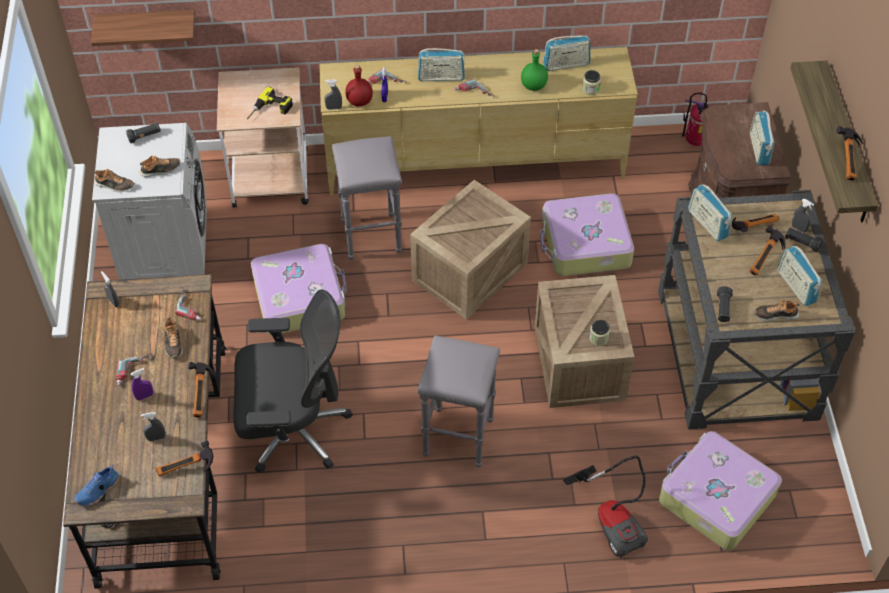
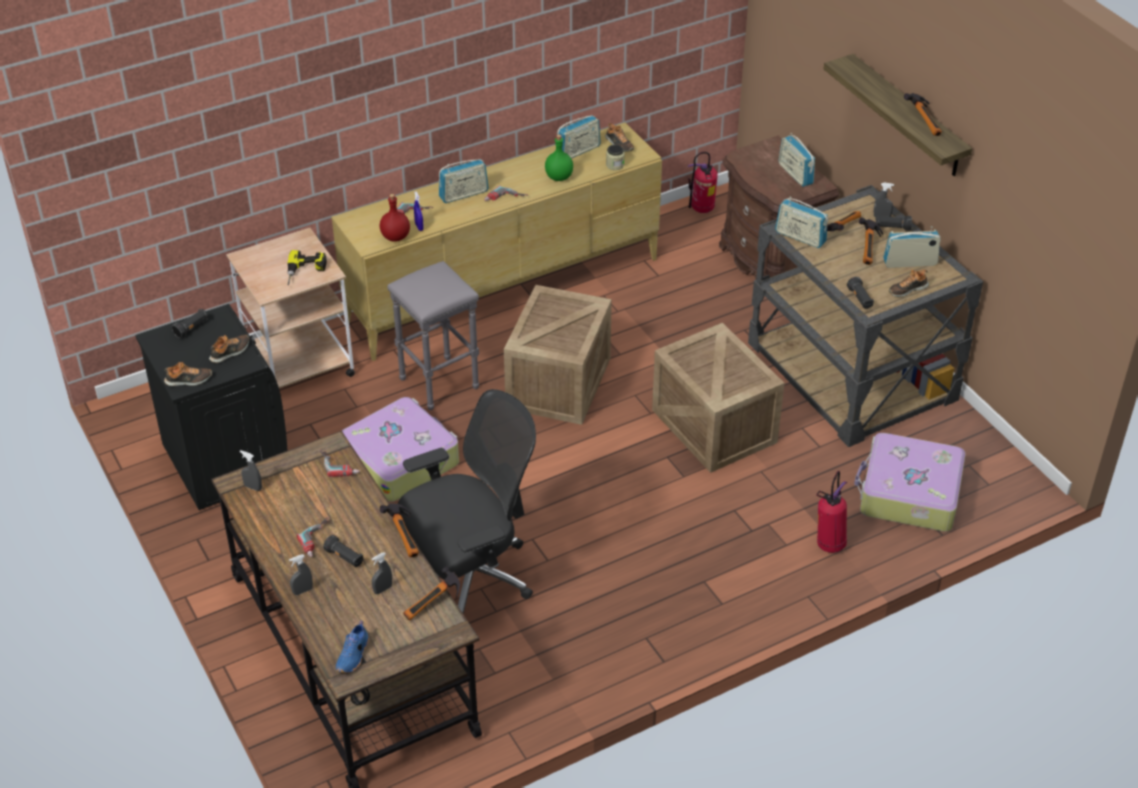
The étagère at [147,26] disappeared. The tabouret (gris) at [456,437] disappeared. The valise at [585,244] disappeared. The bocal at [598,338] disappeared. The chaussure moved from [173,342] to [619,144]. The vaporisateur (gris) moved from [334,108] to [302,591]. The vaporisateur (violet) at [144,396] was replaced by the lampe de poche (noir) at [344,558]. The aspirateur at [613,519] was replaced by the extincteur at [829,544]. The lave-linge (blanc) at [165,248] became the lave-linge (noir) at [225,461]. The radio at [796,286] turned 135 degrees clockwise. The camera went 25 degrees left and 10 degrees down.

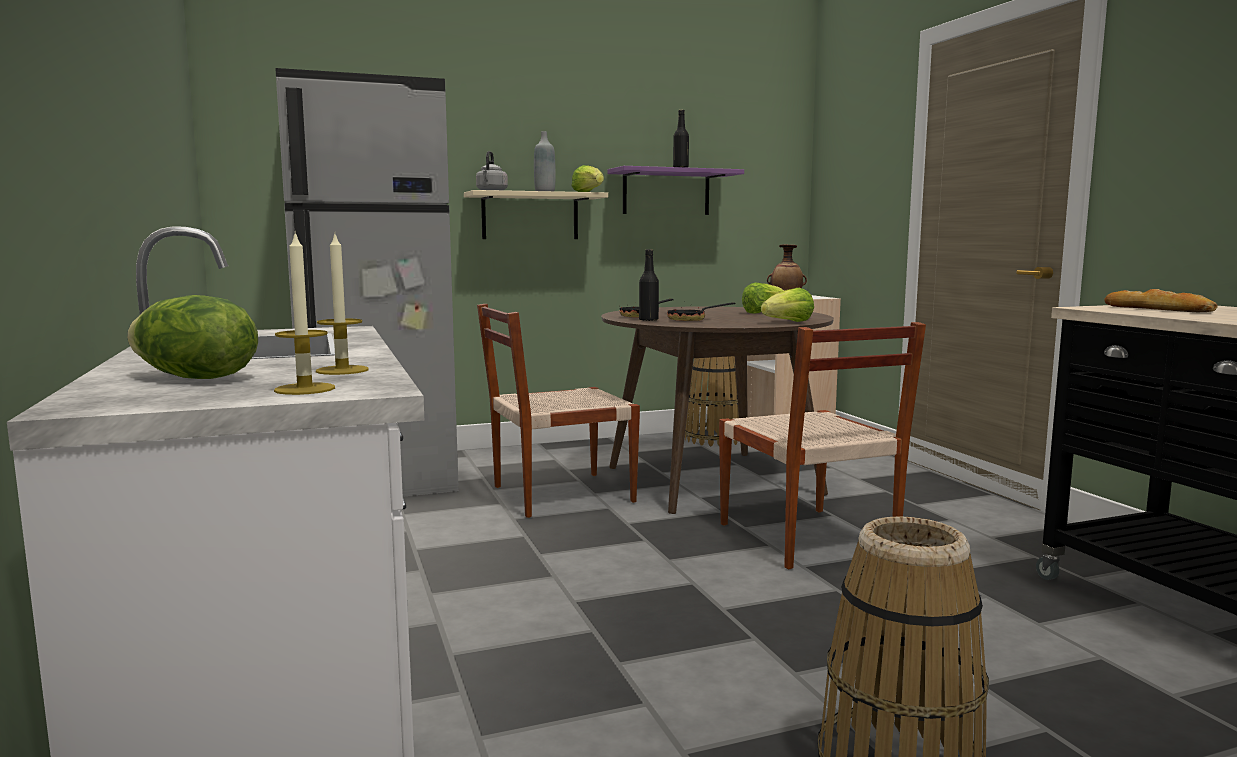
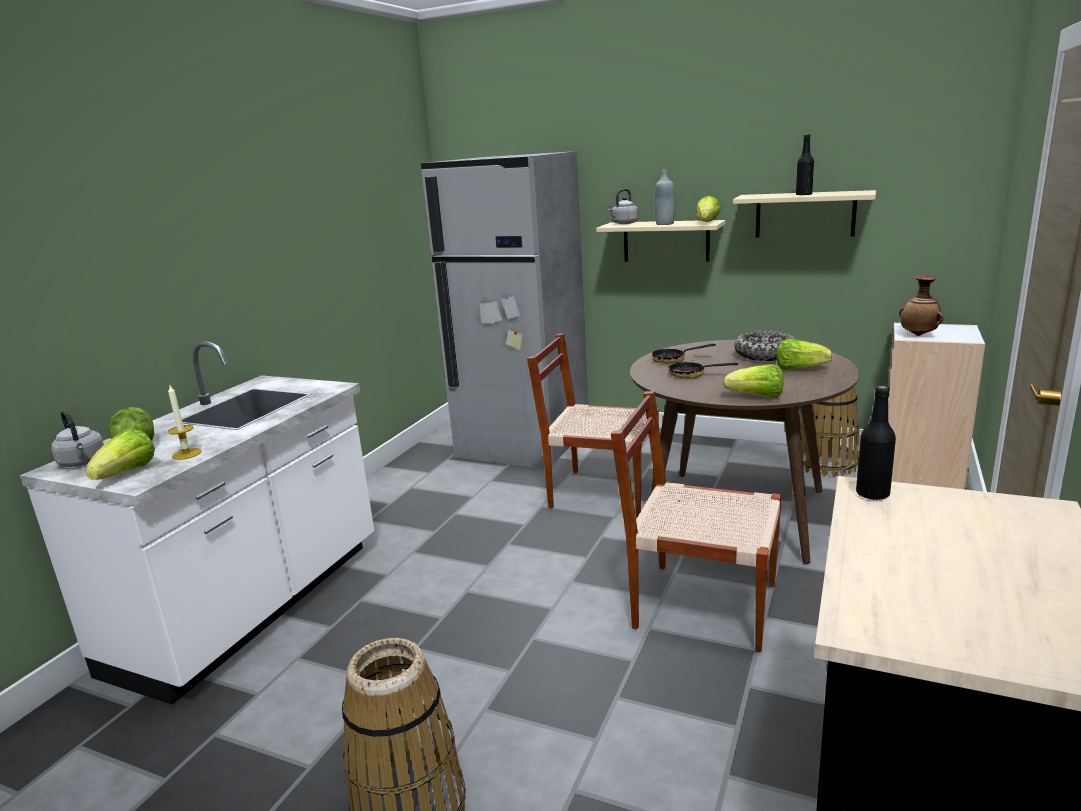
The pain at [1157,309] disappeared. The bouilloire (gris) at [83,463] appeared. The bol at [765,355] appeared. The bouteille (noir) moved from [648,320] to [872,494]. The bougie at [305,389] was replaced by the laitue at [127,473]. The étagère (violet) at [666,192] became the étagère (beige) at [805,214]. The chaise at [808,540] turned 90 degrees clockwise. The camera went 45 degrees right and 10 degrees up.

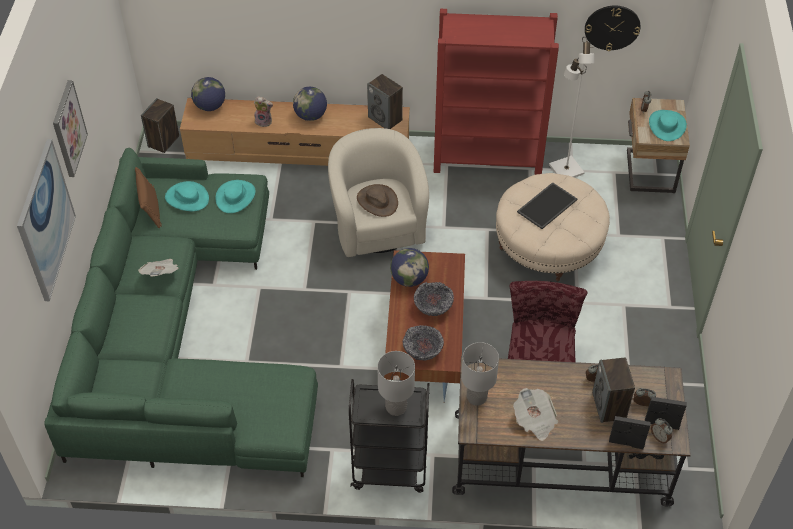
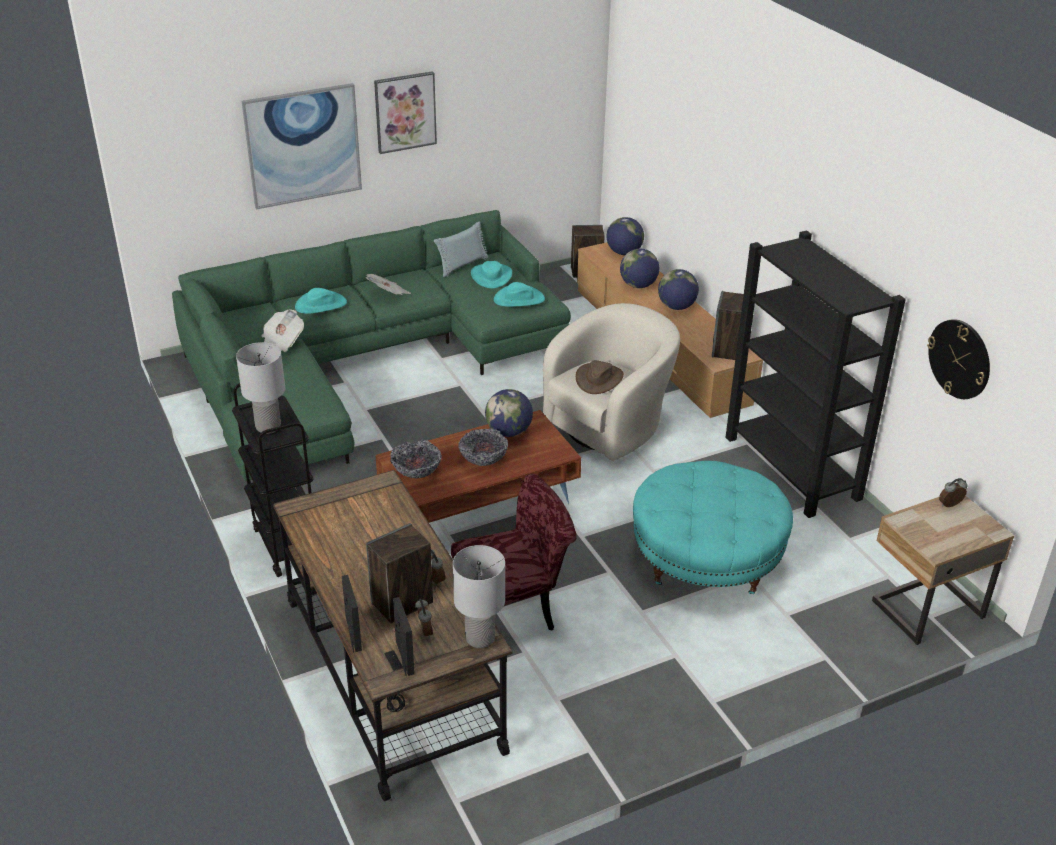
The plateau at [546,205] disappeared. The lampadaire (blanc) at [566,169] disappeared. The réveil at [660,437] disappeared. The lampe de table (gris) moved from [477,398] to [480,640]. The journal moved from [534,420] to [281,342]. The chapeau (turquoise) moved from [667,125] to [321,305]. The peluche at [264,121] was replaced by the globe at [638,285]. The coussin (marron) at [150,209] became the coussin (bleu) at [462,265]. The bibliothèque (rouge) at [487,157] became the bibliothèque (noir) at [792,468]. The pouf (beige) at [548,246] became the pouf (turquoise) at [706,559]. The camera went 60 degrees right and 15 degrees down.

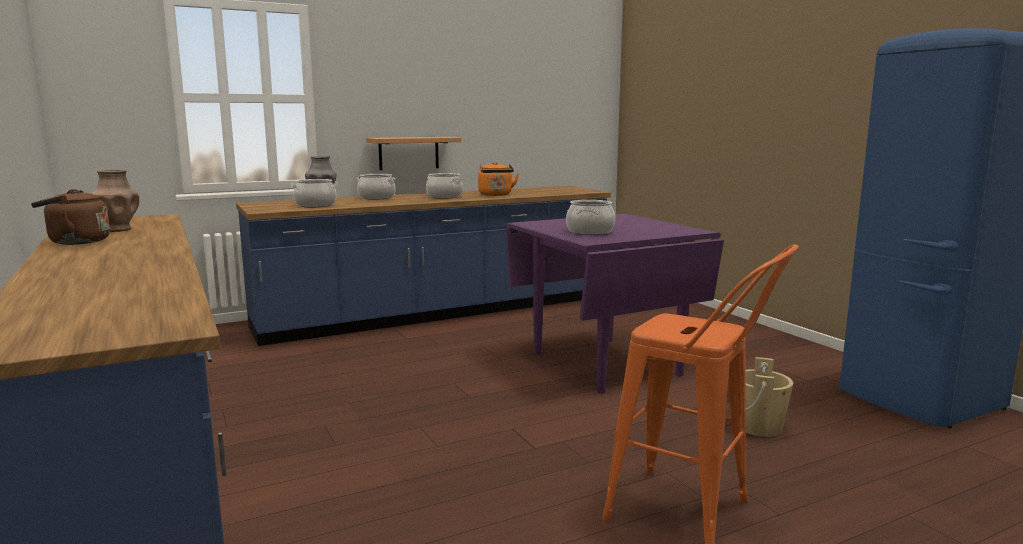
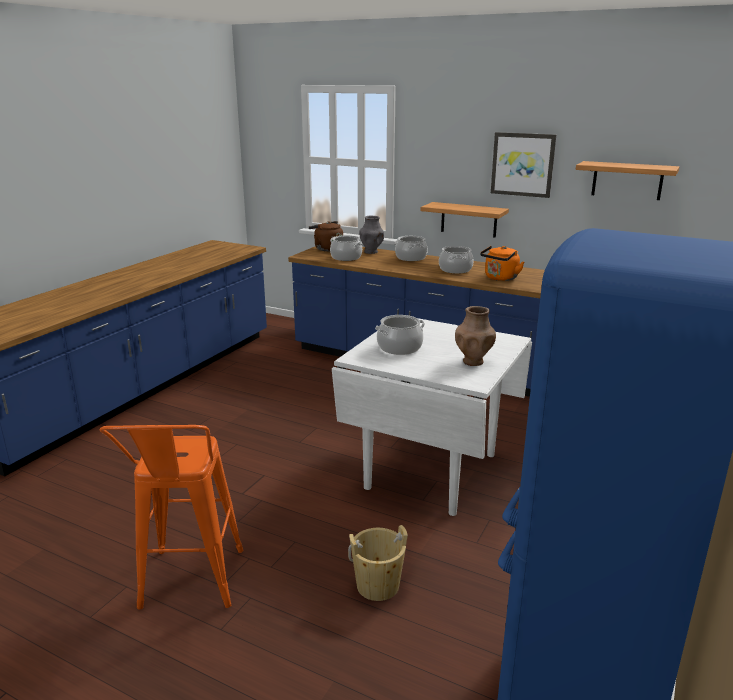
The tableau at [522,164] appeared. The étagère at [627,180] appeared. The bouilloire (marron) moved from [75,242] to [327,249]. The vase (marron) moved from [119,230] to [473,361]. The table à manger (violet) at [604,364] became the table à manger (blanc) at [430,470]. The camera went 55 degrees right and 10 degrees up.

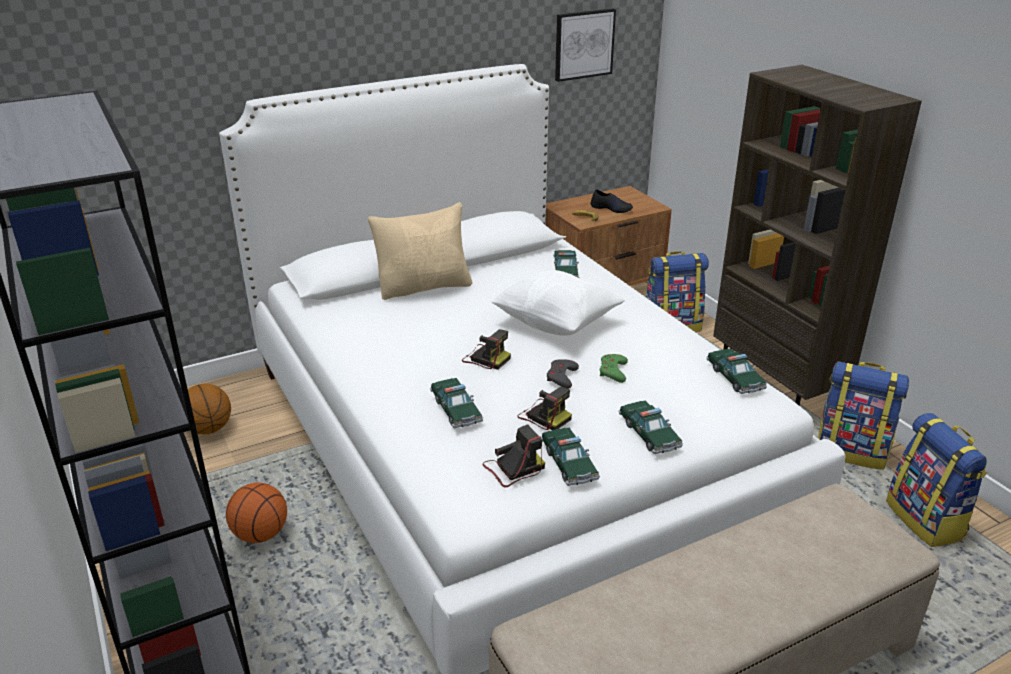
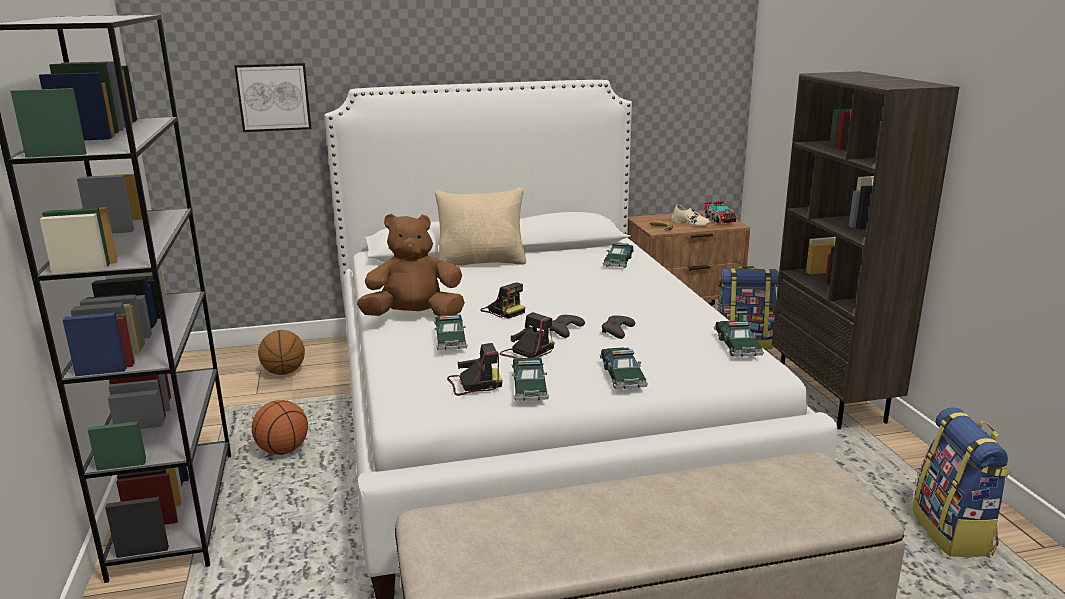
The coussin (blanc) at [556,324] disappeared. The sac à dos at [852,451] disappeared. The peluche (marron) at [414,317] appeared. The camion jouet at [719,220] appeared. The tableau moved from [583,44] to [274,97]. The chaussure (noir) at [611,208] became the chaussure (beige) at [690,223]. The manette (vert) at [613,371] became the manette (gris) at [617,330]. The appareil photo at [544,416] turned 105 degrees counterclockwise. The camera went 15 degrees right and 10 degrees down.

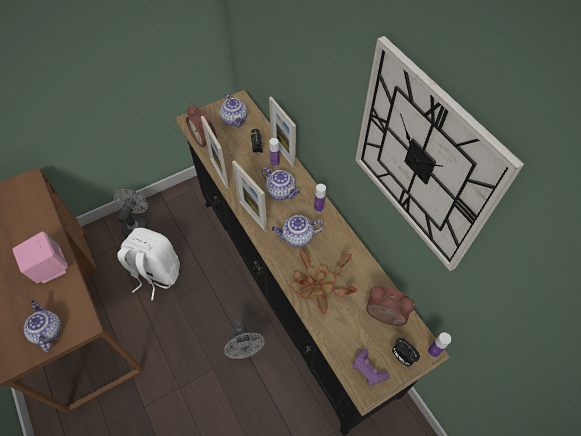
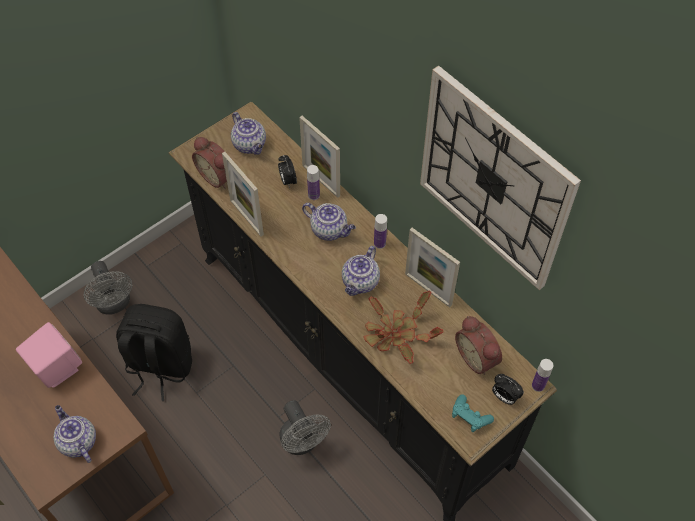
The cadre photo moved from [252,215] to [428,289]. The sac à dos (blanc) at [156,274] became the sac à dos (noir) at [159,366]. The manette (violet) at [368,370] became the manette (turquoise) at [469,417]. The ventilateur (gris) at [136,225] turned 150 degrees clockwise. The théière at [297,237] turned 45 degrees counterclockwise. The réveil at [384,316] turned 135 degrees counterclockwise. The camera went 10 degrees left and 0 degrees up.

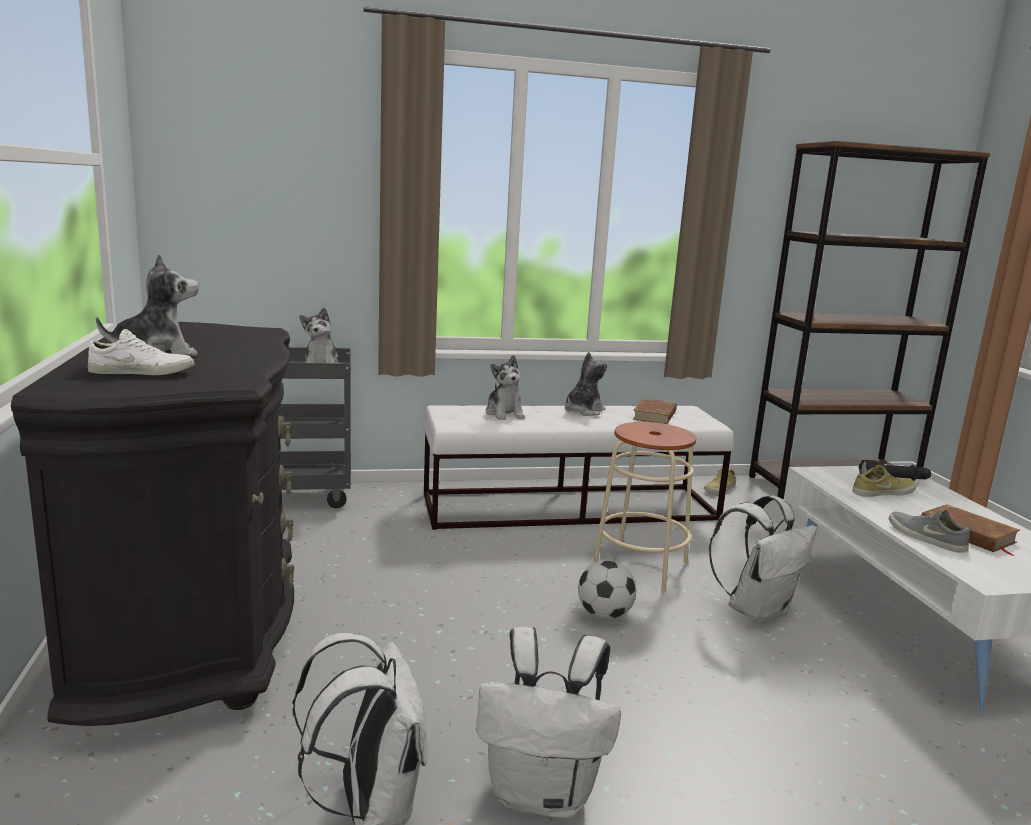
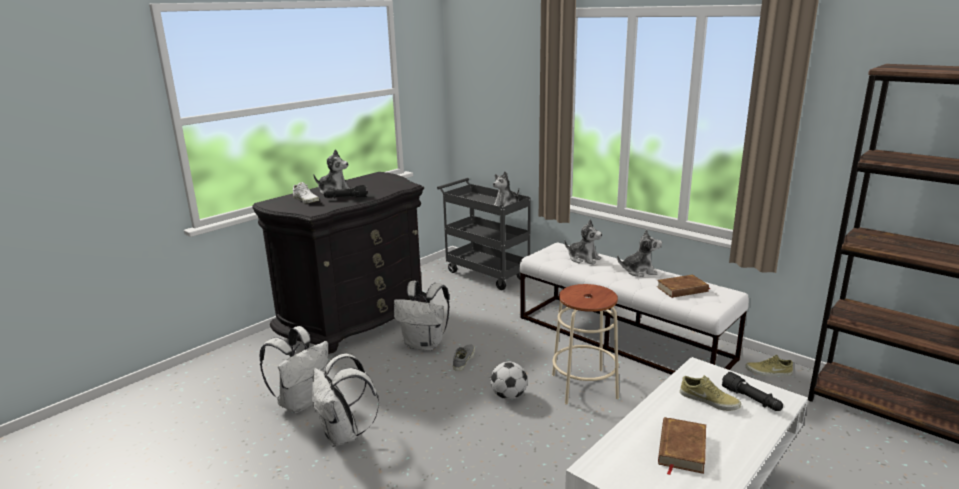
The lampe de poche (noir) at [345,198] appeared. The sac à dos (blanc) moved from [757,610] to [425,344]. The chaussure (gris) moved from [925,537] to [463,360]. The peluche at [504,413] turned 90 degrees counterclockwise. The camera went 55 degrees right and 5 degrees up.

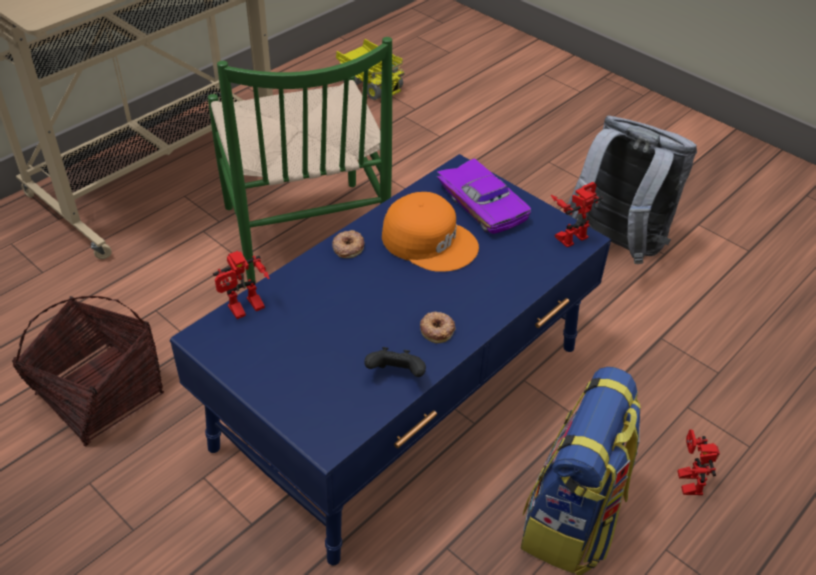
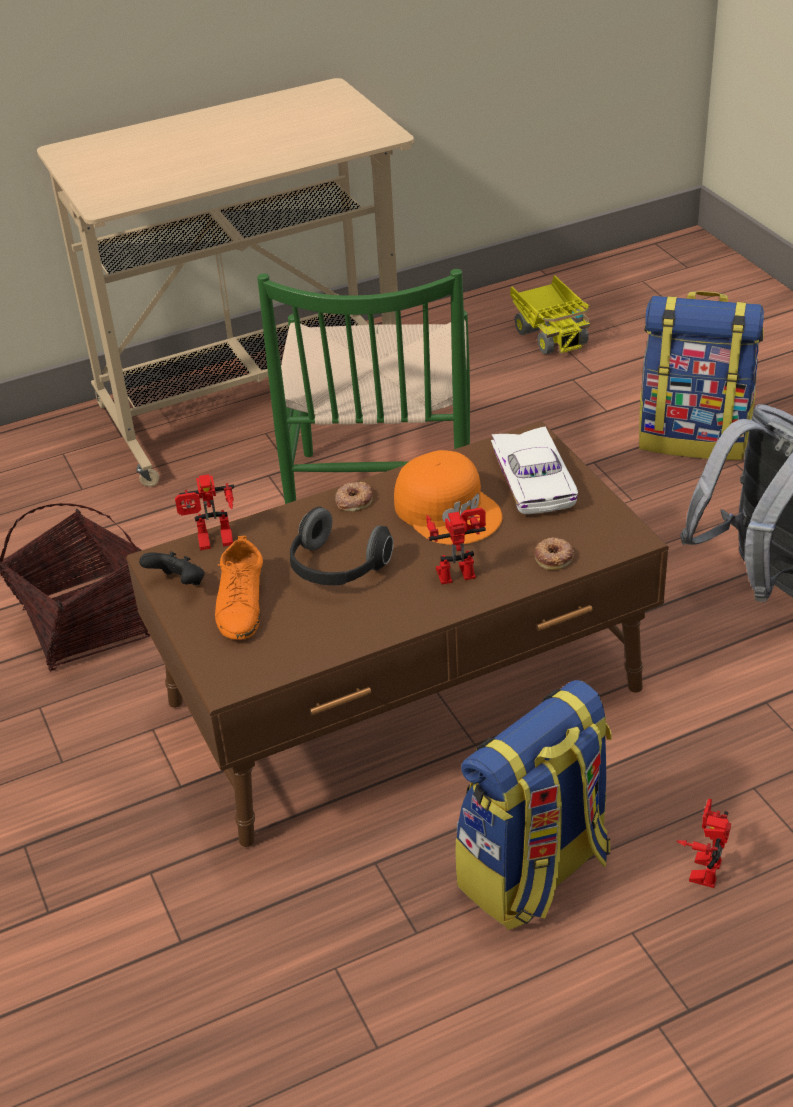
The chaussure (orange) at [241,603] appeared. The casque audio at [336,569] appeared. The sac à dos at [694,438] appeared. The manette (noir) moved from [396,375] to [178,584]. The beignet moved from [437,329] to [554,557]. The robot jouet moved from [570,234] to [457,569]. The table basse (bleu) at [402,395] became the table basse (marron) at [406,696]. The petite voiture (violet) at [484,203] became the petite voiture (blanc) at [537,480]. The camera went 25 degrees right and 5 degrees down.

